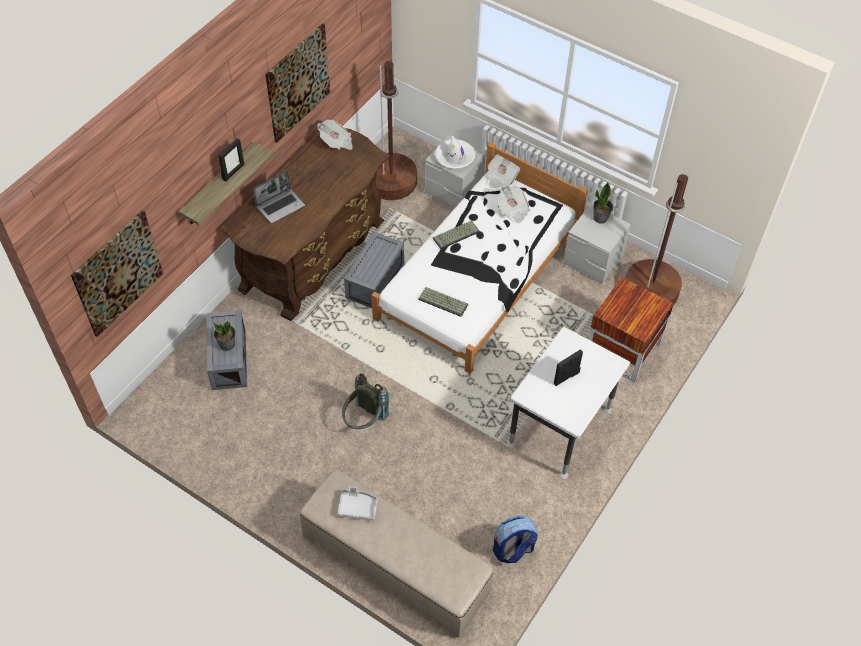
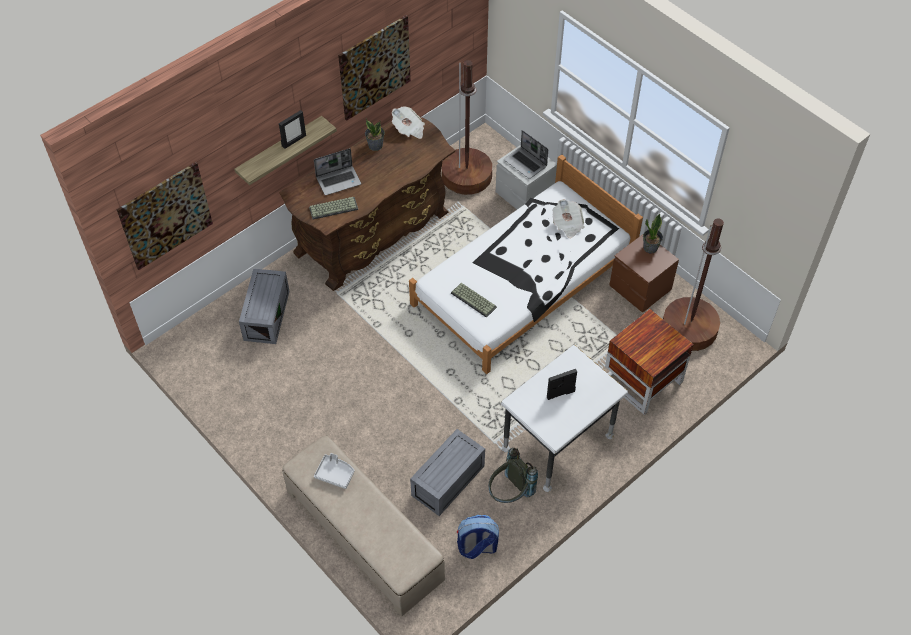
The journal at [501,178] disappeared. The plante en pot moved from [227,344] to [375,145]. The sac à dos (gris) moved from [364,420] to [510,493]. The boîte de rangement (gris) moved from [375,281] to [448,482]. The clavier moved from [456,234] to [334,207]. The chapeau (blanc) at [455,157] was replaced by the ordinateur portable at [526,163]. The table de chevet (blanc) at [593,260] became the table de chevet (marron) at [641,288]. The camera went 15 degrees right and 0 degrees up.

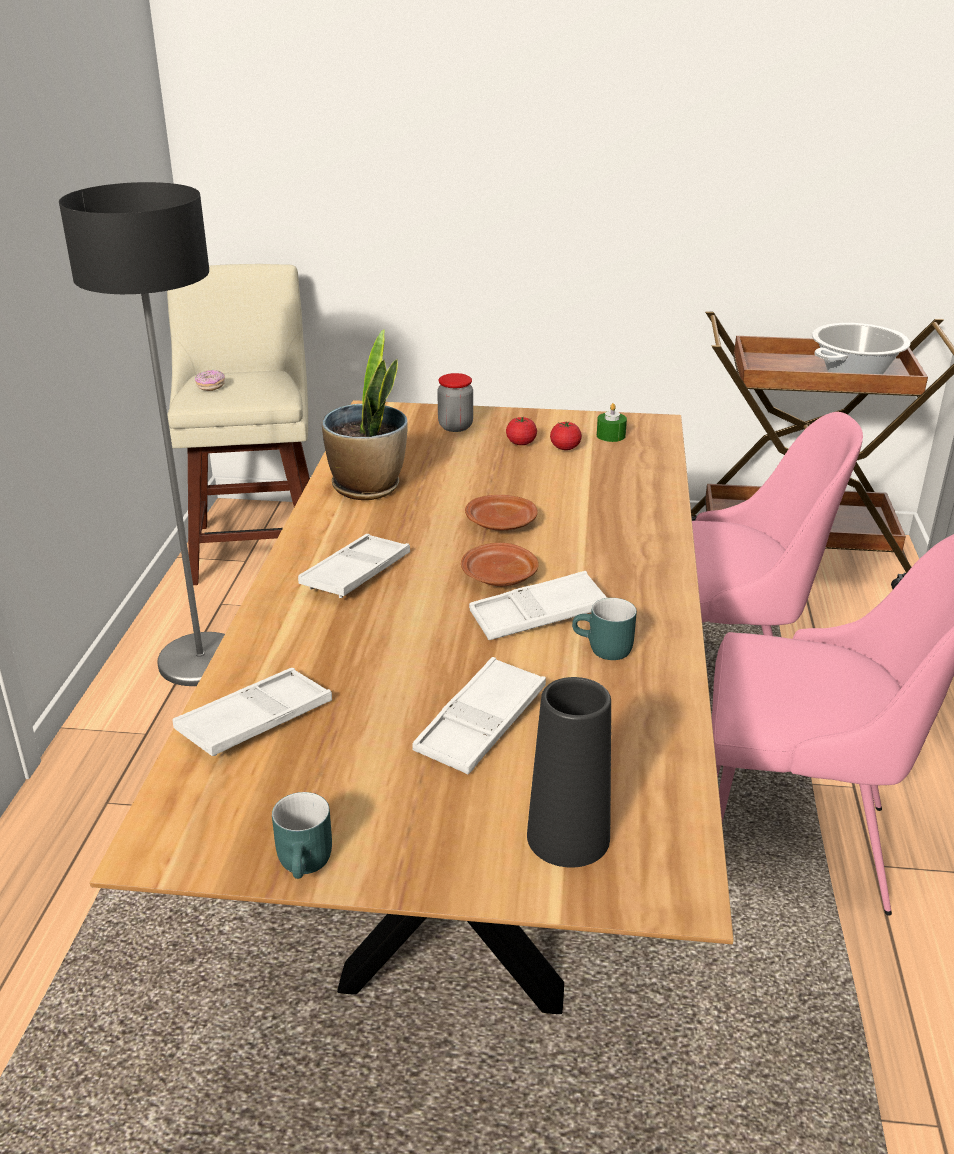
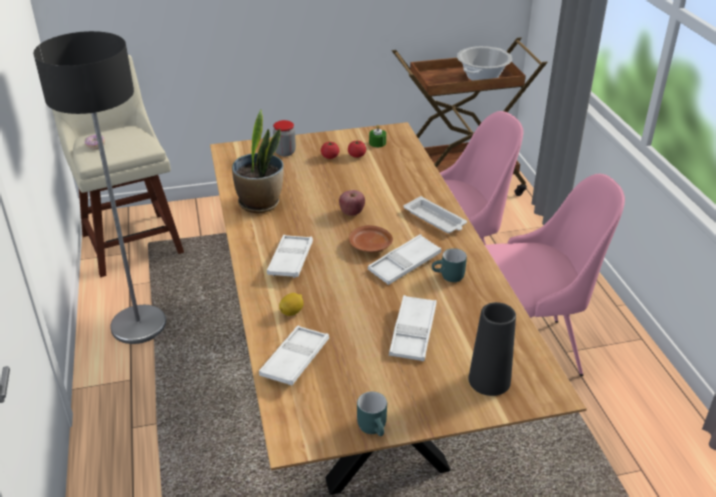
The citron at [292,312] appeared. The plateau (blanc) at [435,219] appeared. The assiette (marron) at [502,524] was replaced by the pomme at [352,212]. The camera went 20 degrees left and 5 degrees up.

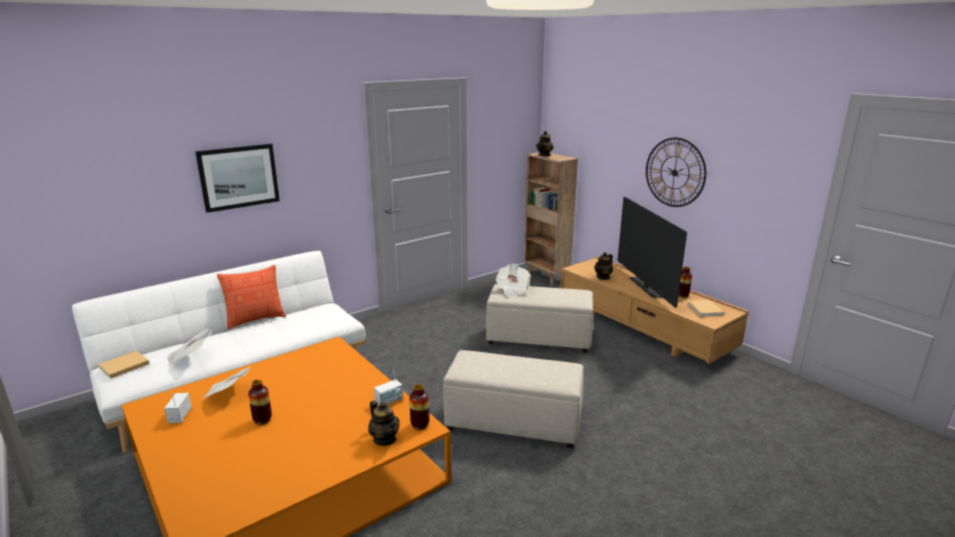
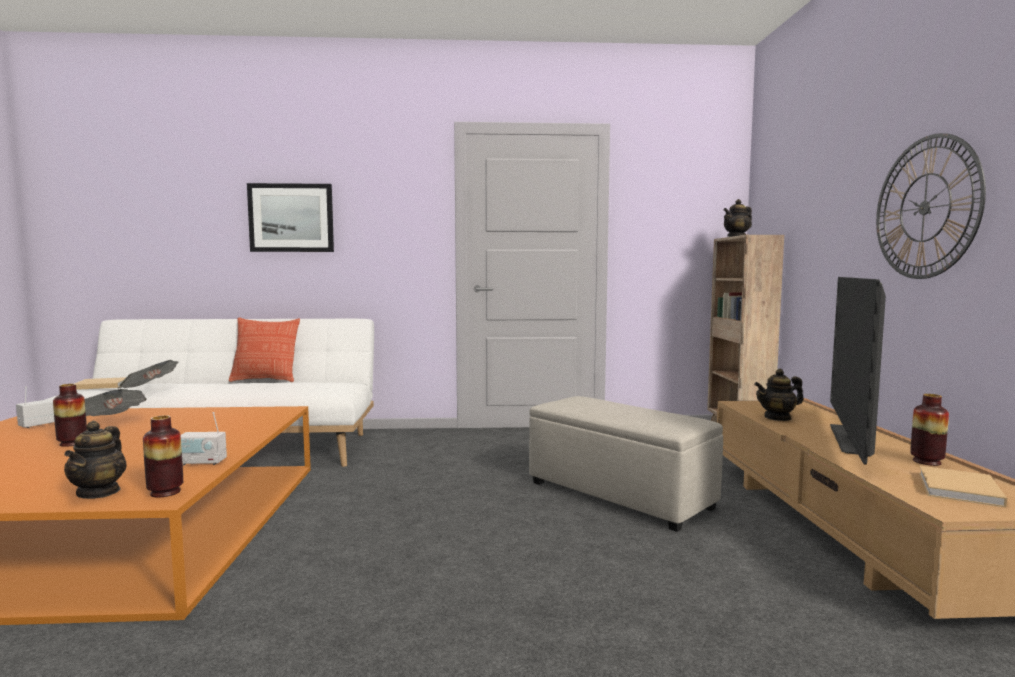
The pouf (beige) at [514,422] disappeared. The journal at [512,290] disappeared. The camera went 35 degrees right and 15 degrees down.

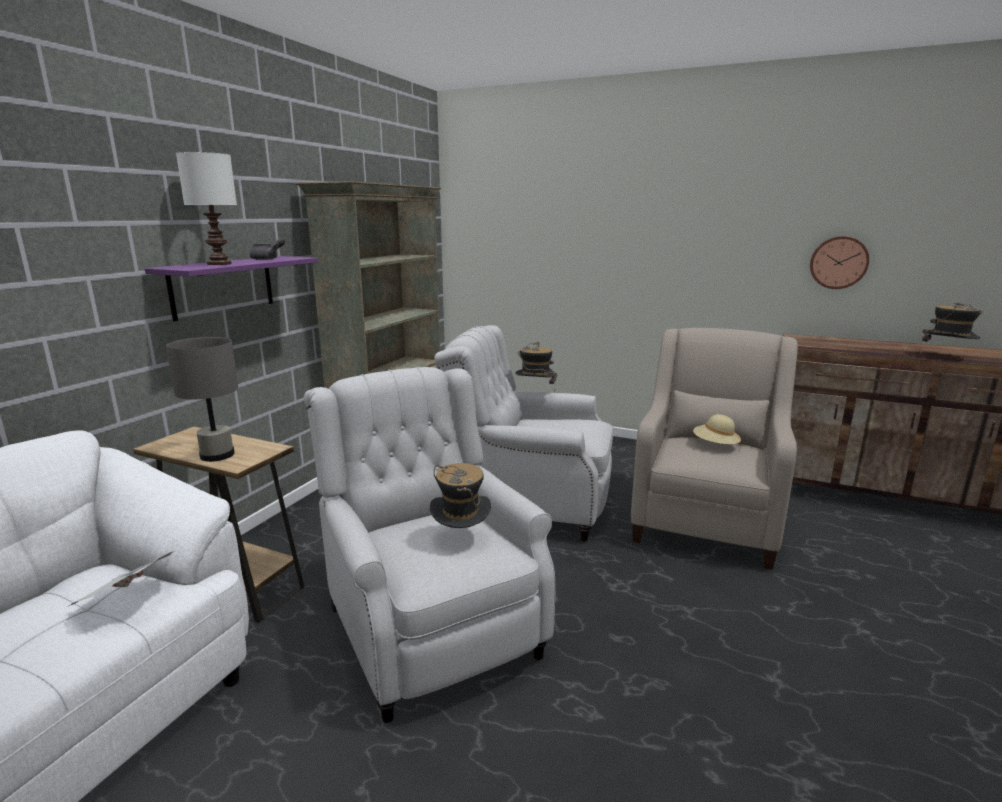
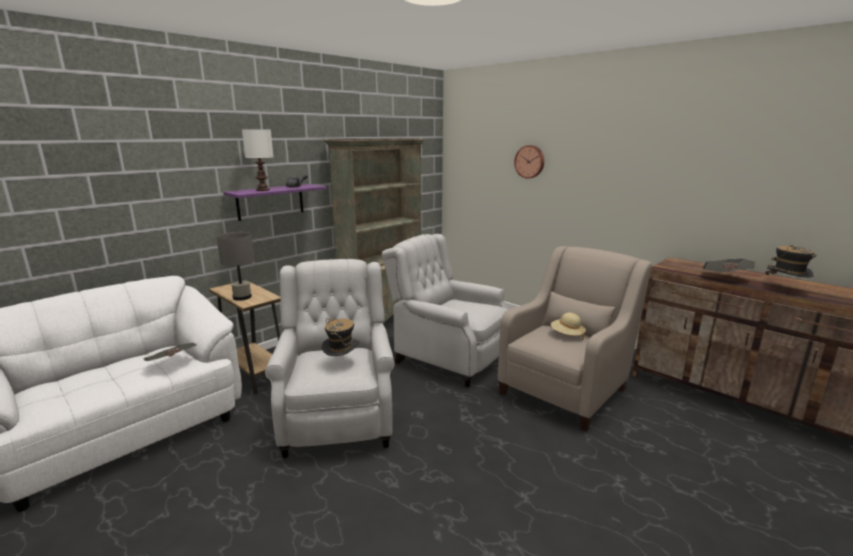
The chapeau at [535,393] disappeared. The journal at [725,277] appeared. The horloge murale moved from [838,262] to [530,161]. The camera went 20 degrees right and 0 degrees up.

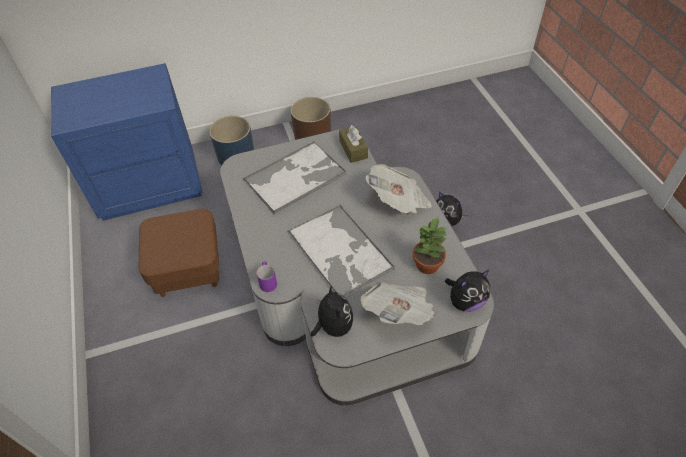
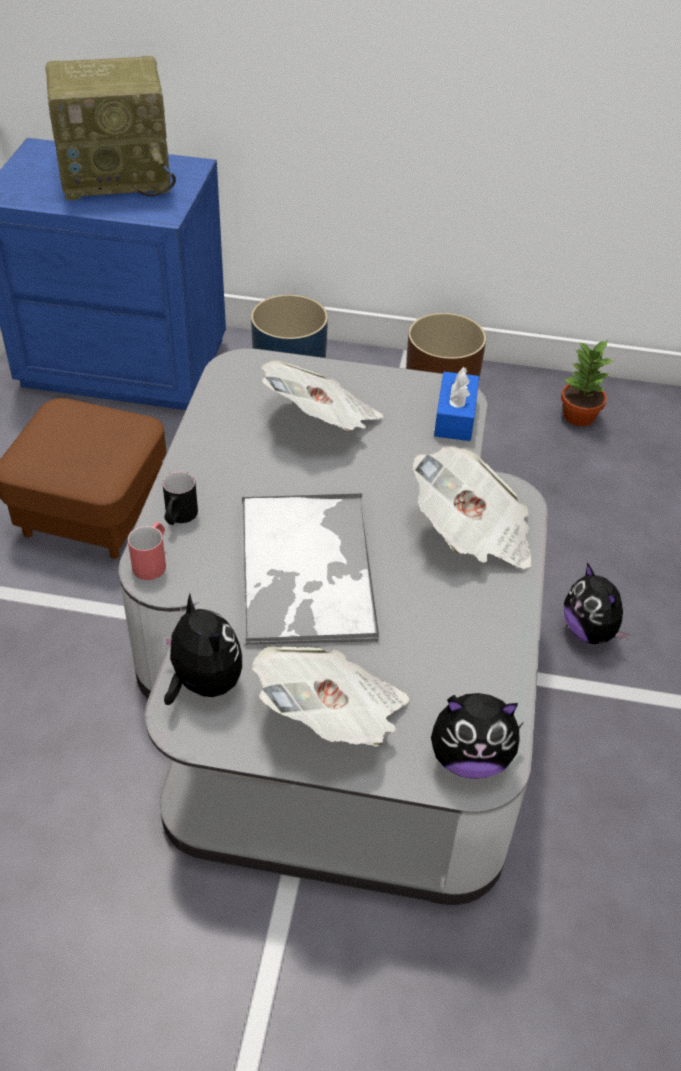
The radio at [117,175] appeared. The mug (noir) at [179,518] appeared. The plante en pot moved from [426,265] to [578,416]. The plateau at [296,177] was replaced by the journal at [322,421]. The mug (violet) at [267,281] became the mug (rouge) at [152,561]. The boîte à mouchoirs (marron) at [353,149] became the boîte à mouchoirs (bleu) at [455,417]. The peluche at [333,326] turned 45 degrees counterclockwise. The camera went 25 degrees right and 5 degrees down.

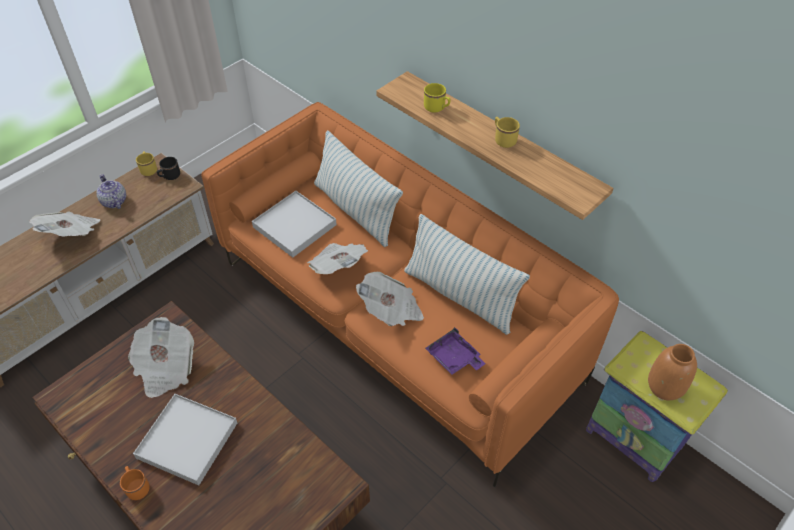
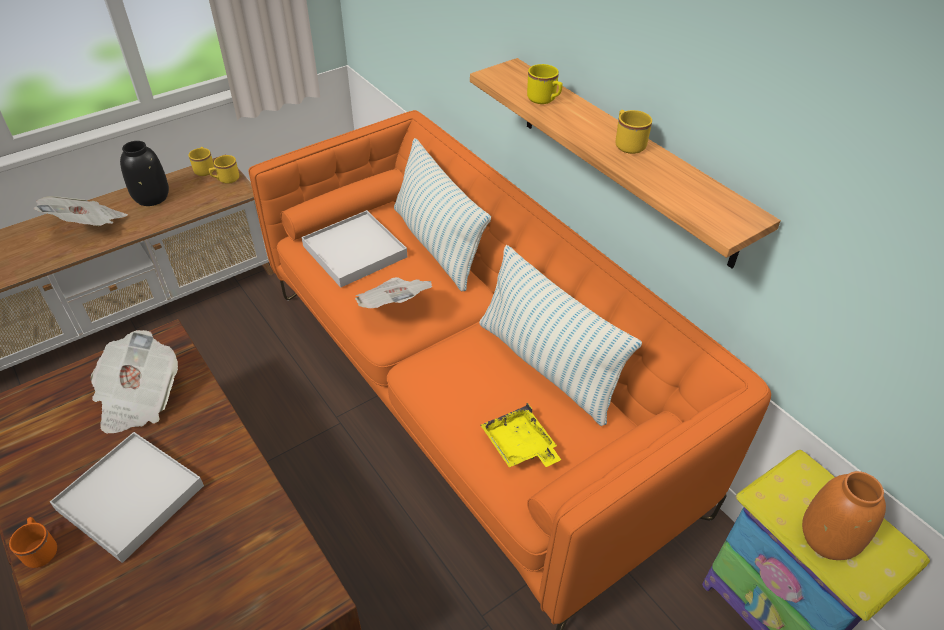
The journal at [391,311] disappeared. The théière at [114,201] was replaced by the vase (noir) at [151,198]. The mug (noir) at [169,176] became the mug (jaune) at [226,180]. The plateau (violet) at [454,358] became the plateau (jaune) at [519,446]. The camera went 10 degrees right and 5 degrees down.

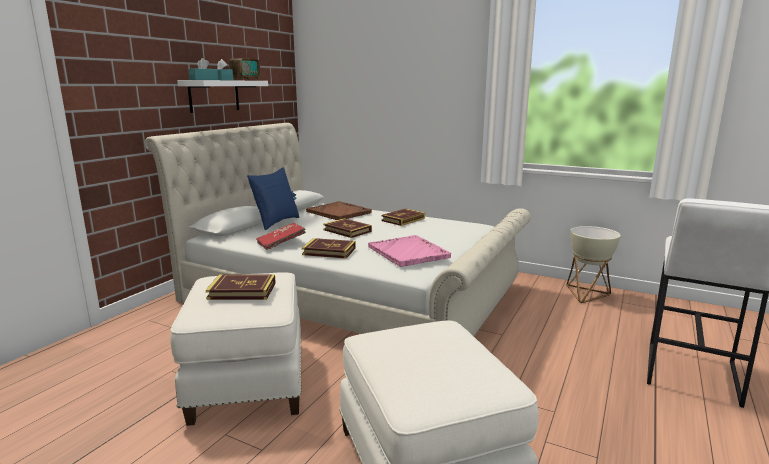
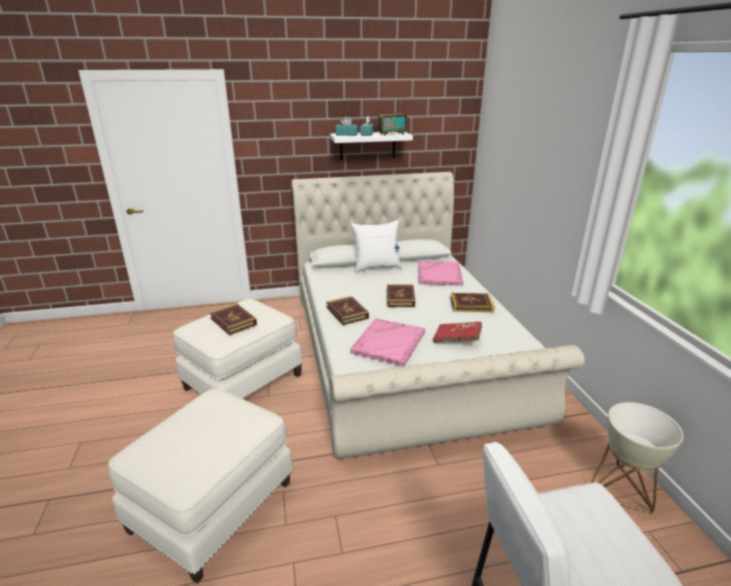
The livre (rouge) moved from [281,244] to [457,339]. The coussin (bleu) at [276,223] became the coussin (blanc) at [376,268]. The plateau (marron) at [339,212] became the plateau (rose) at [439,274]. The camera went 50 degrees right and 10 degrees up.

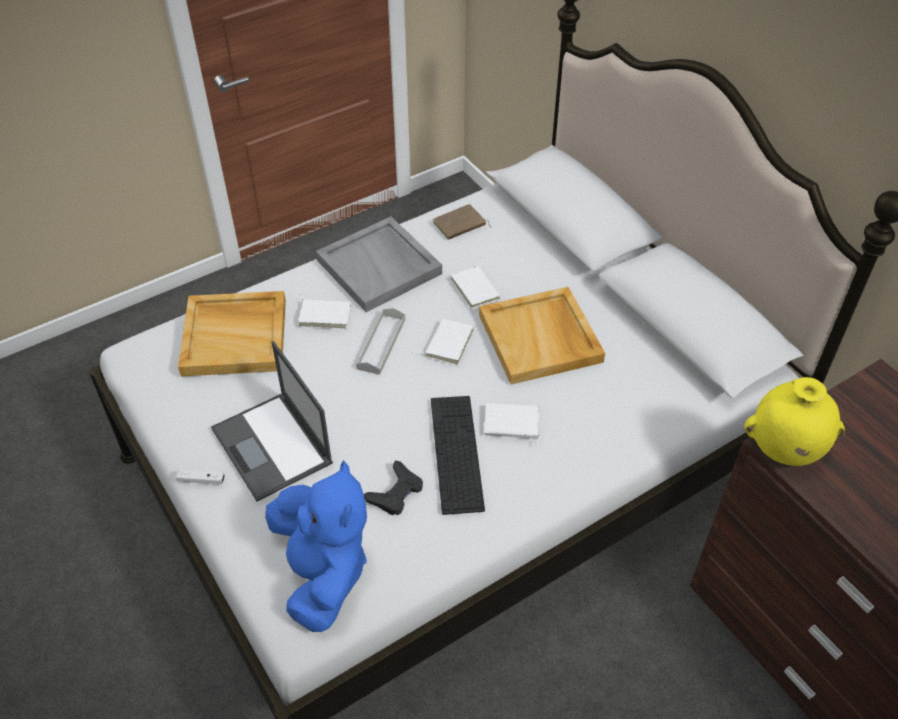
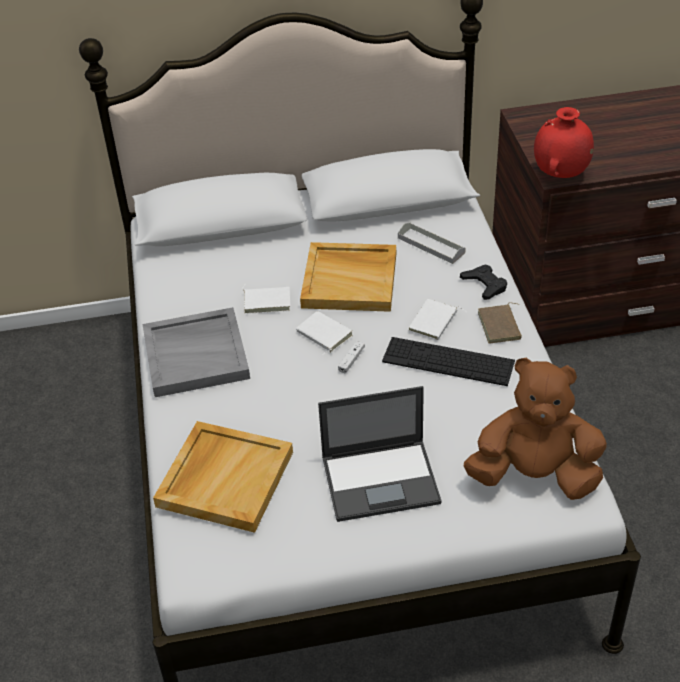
The livre (blanc) at [325,314] disappeared. The manette (blanc) moved from [201,480] to [351,360]. The plateau (gris) moved from [381,344] to [431,245]. The manette (noir) moved from [396,493] to [484,285]. The livre (marron) moved from [460,225] to [501,326]. The peluche (bleu) at [322,573] became the peluche (marron) at [534,475]. The vase (jaune) at [783,450] became the vase (rouge) at [560,175]. The camera went 65 degrees left and 5 degrees down.

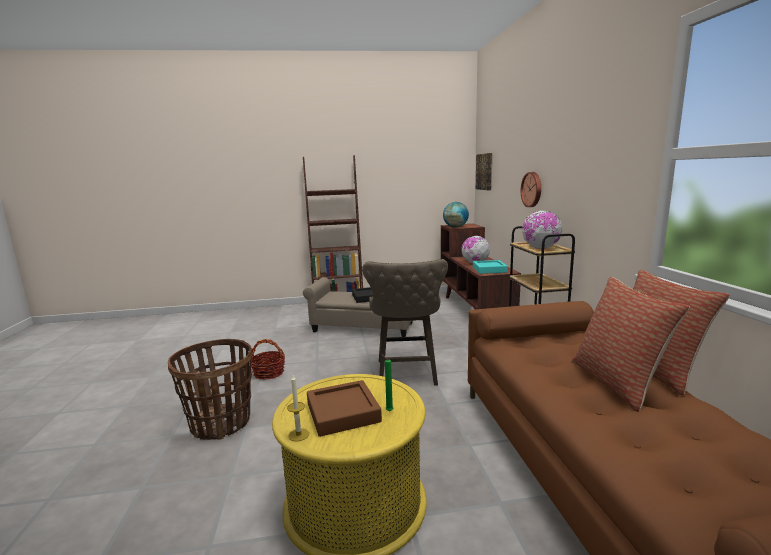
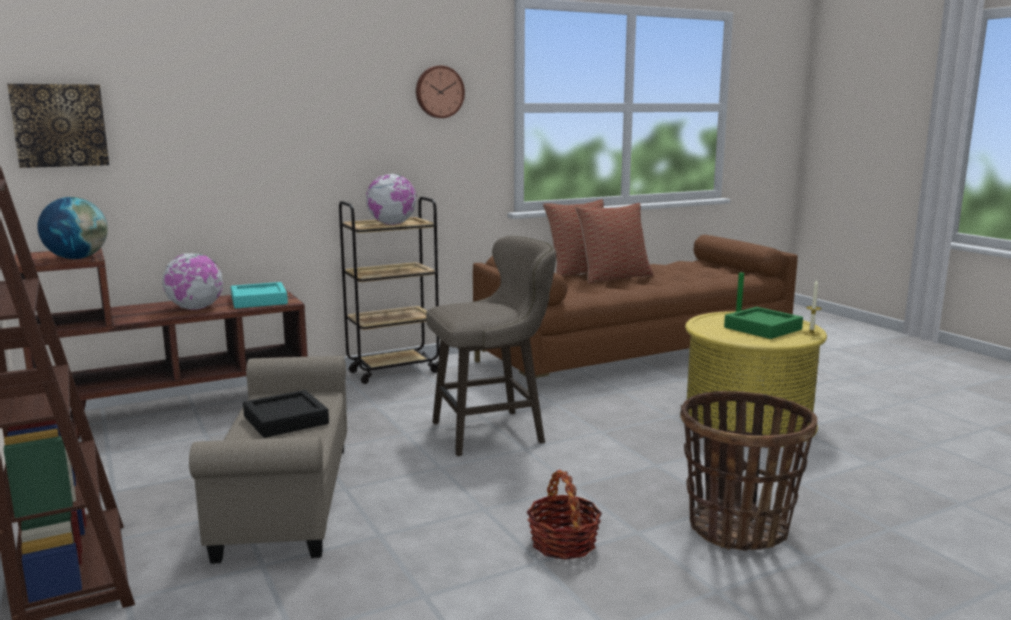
The horloge murale moved from [532,189] to [439,92]. The plateau (marron) at [343,412] became the plateau (vert) at [762,328]. The camera went 110 degrees left and 0 degrees up.

